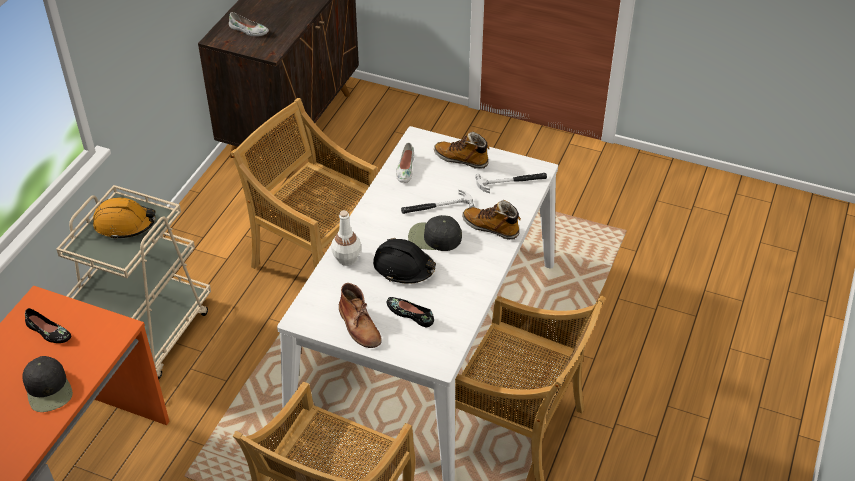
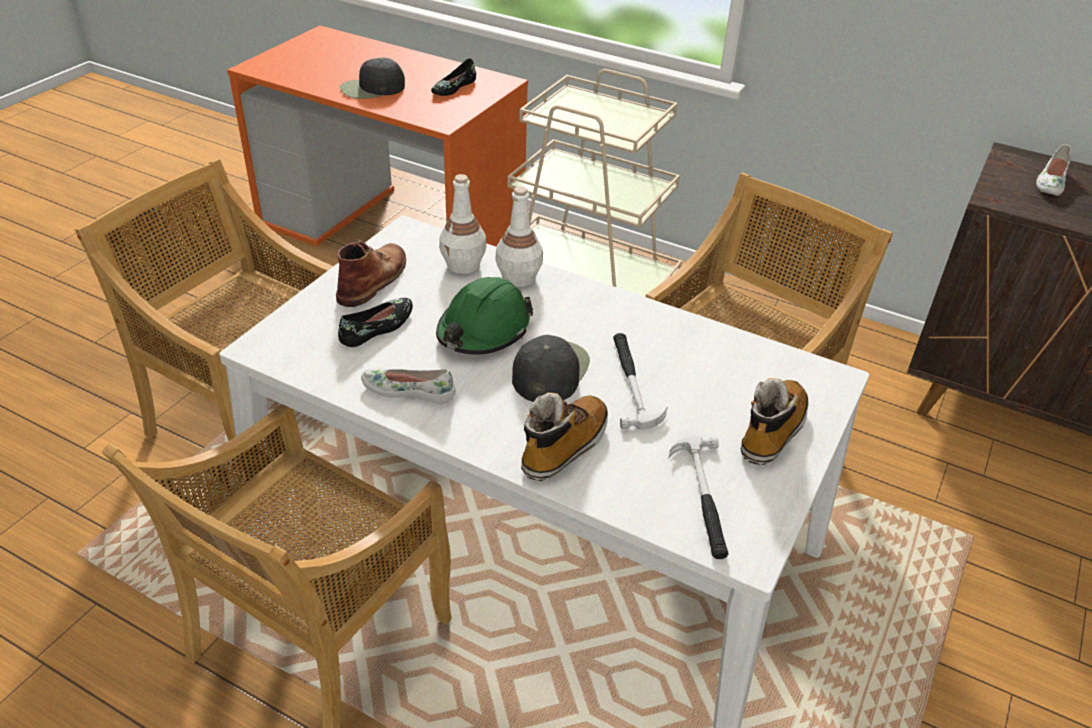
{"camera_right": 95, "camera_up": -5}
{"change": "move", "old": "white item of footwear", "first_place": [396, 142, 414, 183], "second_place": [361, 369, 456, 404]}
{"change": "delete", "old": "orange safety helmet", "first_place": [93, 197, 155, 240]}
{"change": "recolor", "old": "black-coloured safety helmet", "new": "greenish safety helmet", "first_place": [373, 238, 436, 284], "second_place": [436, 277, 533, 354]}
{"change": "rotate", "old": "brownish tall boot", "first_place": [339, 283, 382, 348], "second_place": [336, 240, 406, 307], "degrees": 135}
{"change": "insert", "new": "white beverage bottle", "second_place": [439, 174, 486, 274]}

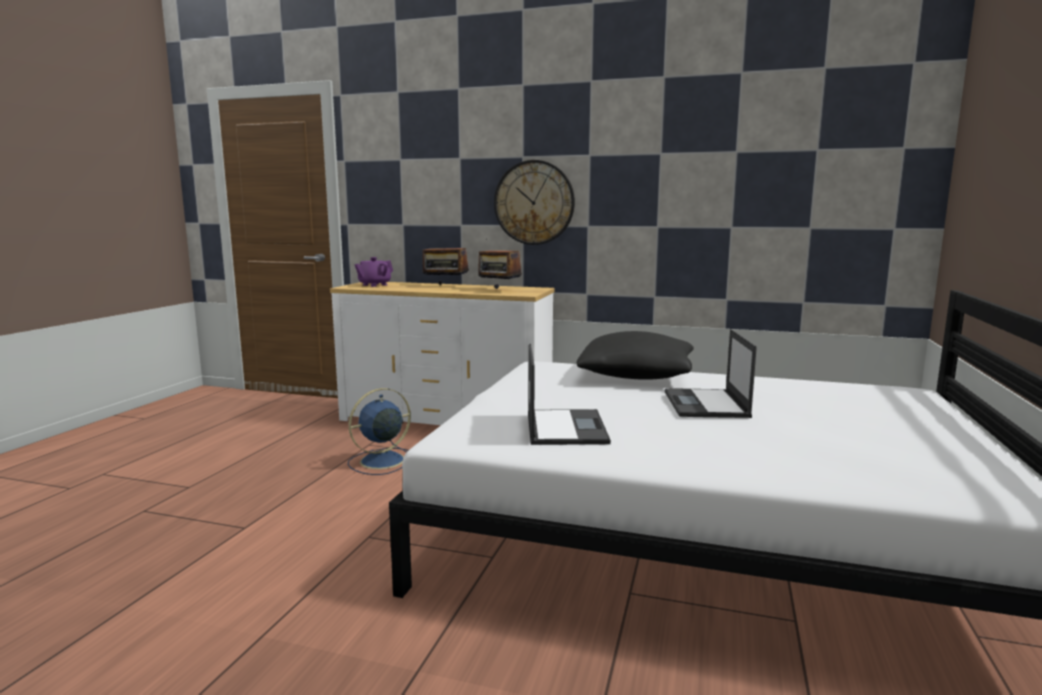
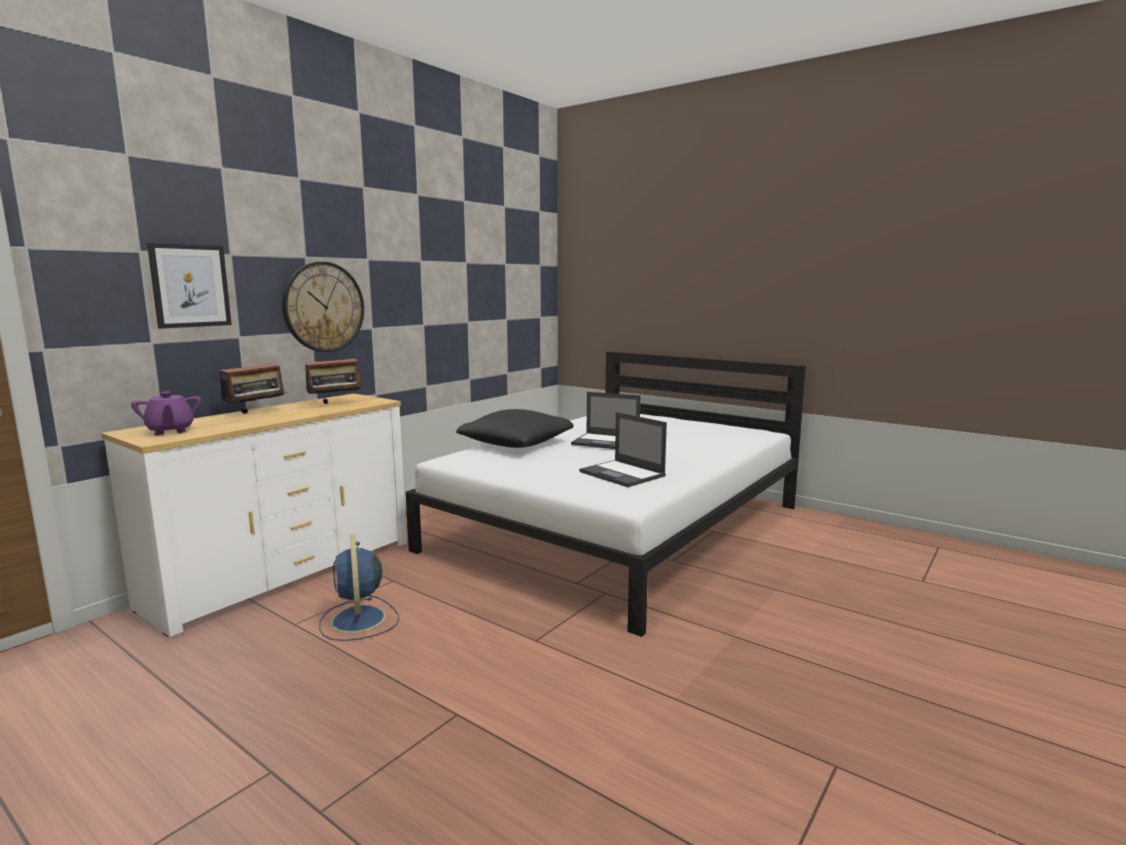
{"camera_right": -70, "camera_up": 0}
{"change": "rotate", "old": "portable computer", "first_place": [528, 344, 611, 445], "second_place": [579, 412, 667, 487], "degrees": -150}
{"change": "insert", "new": "wall picture", "second_place": [147, 243, 232, 329]}

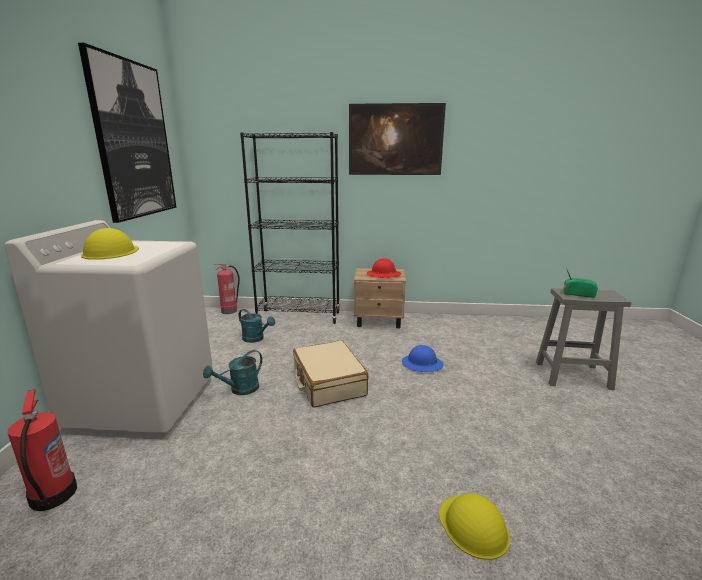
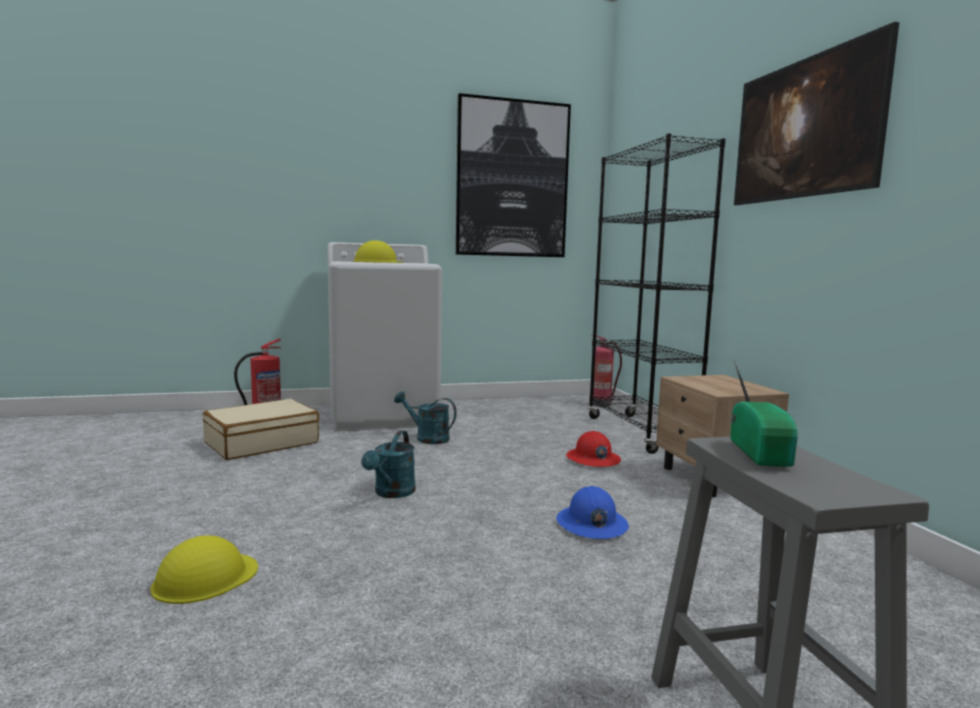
{"camera_right": 70, "camera_up": -10}
{"change": "move", "old": "reddish safety helmet", "first_place": [367, 258, 401, 278], "second_place": [566, 431, 621, 467]}
{"change": "move", "old": "turquoise sprinkling can", "first_place": [239, 309, 275, 343], "second_place": [361, 431, 416, 498]}
{"change": "move", "old": "beige-coloured travel case", "first_place": [293, 340, 369, 408], "second_place": [203, 399, 319, 460]}

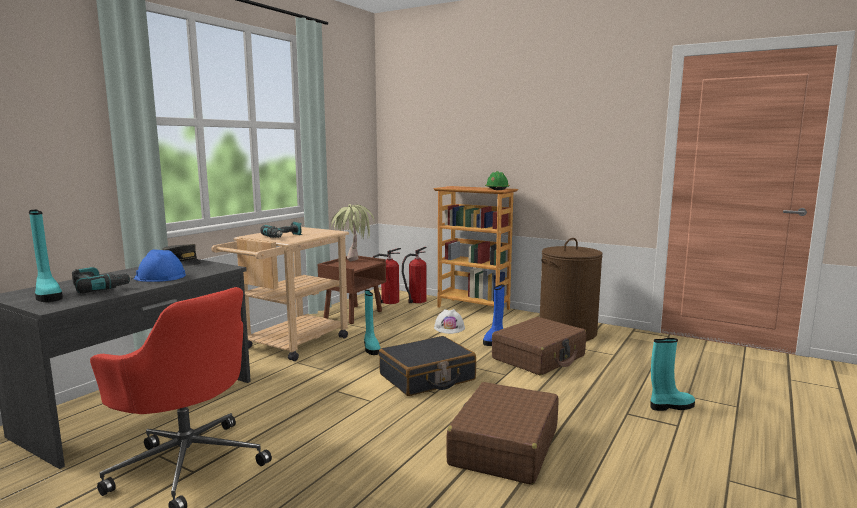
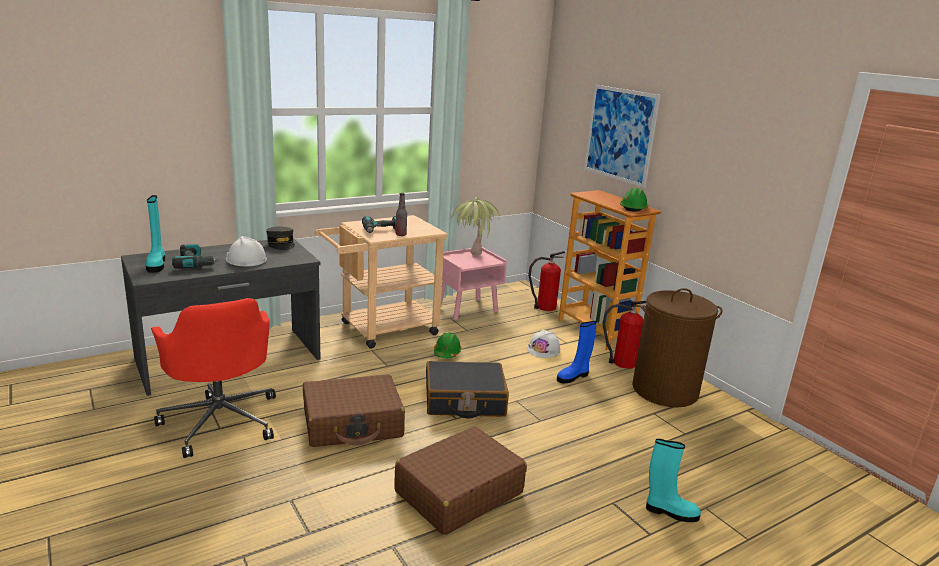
{"camera_right": 25, "camera_up": 10}
{"change": "move", "old": "fire-fighting cylinder", "first_place": [372, 248, 401, 304], "second_place": [602, 301, 646, 369]}
{"change": "recolor", "old": "blue-coloured safety helmet", "new": "white safety helmet", "first_place": [134, 250, 186, 282], "second_place": [225, 236, 267, 266]}
{"change": "recolor", "old": "brownish bedside table", "new": "pink-coloured bedside table", "first_place": [318, 256, 386, 324], "second_place": [441, 247, 507, 320]}
{"change": "replace", "old": "turquoise tall boot", "new": "greenish safety helmet", "first_place": [364, 290, 381, 355], "second_place": [434, 332, 462, 358]}
{"change": "move", "old": "brownish travel case", "first_place": [492, 317, 586, 375], "second_place": [303, 374, 405, 447]}
{"change": "insert", "new": "wall picture", "second_place": [584, 85, 660, 188]}
{"change": "insert", "new": "beverage bottle", "second_place": [396, 193, 407, 236]}

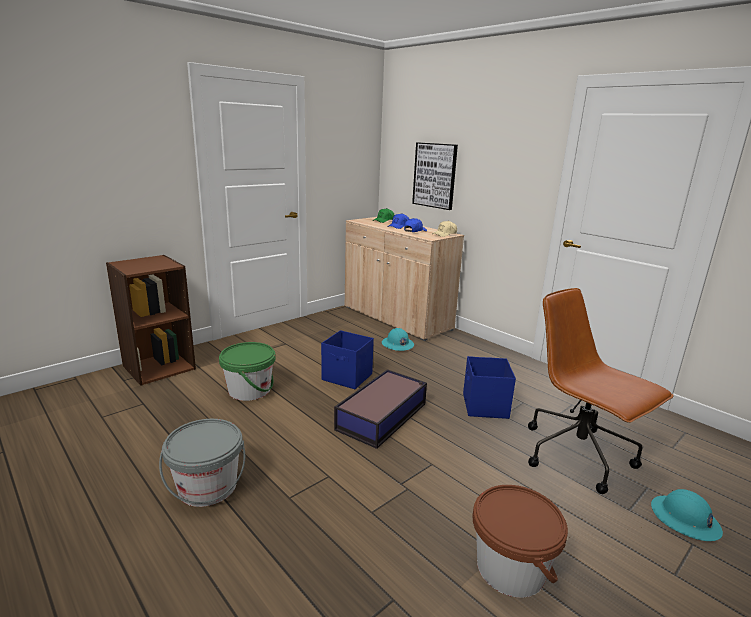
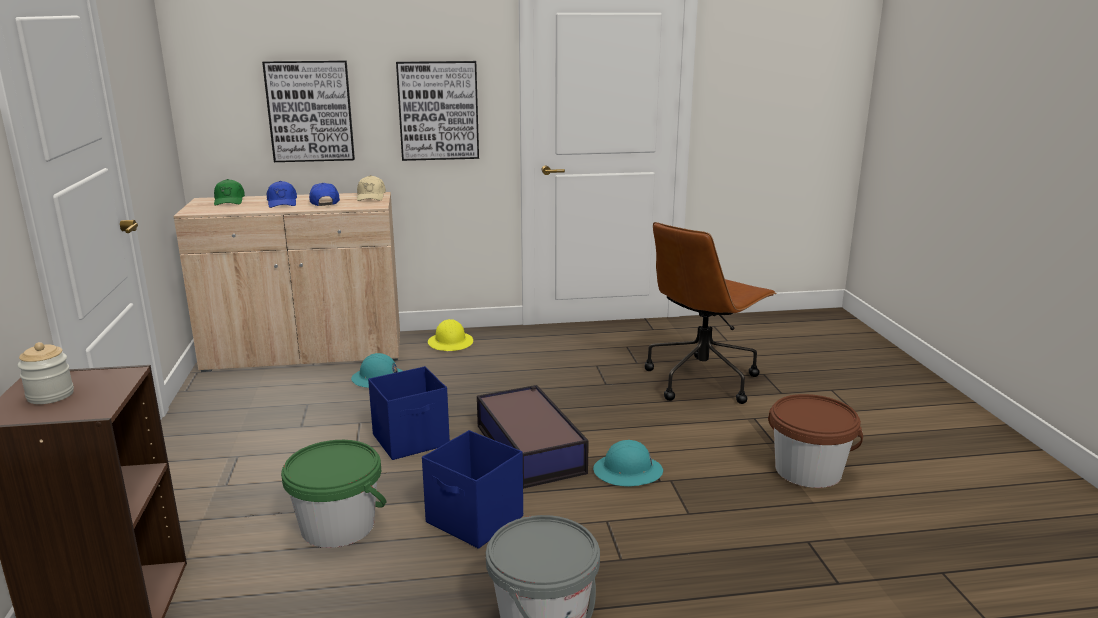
{"camera_right": -55, "camera_up": 0}
{"change": "rotate", "old": "brownish office chair", "first_place": [528, 288, 674, 494], "second_place": [645, 222, 776, 404], "degrees": -45}
{"change": "move", "old": "blue-coloured storage bin", "first_place": [463, 356, 516, 419], "second_place": [422, 430, 523, 549]}
{"change": "move", "old": "turquoise safety helmet", "first_place": [651, 489, 723, 541], "second_place": [593, 440, 663, 486]}
{"change": "insert", "new": "wall picture", "second_place": [396, 61, 479, 161]}
{"change": "insert", "new": "yellow safety helmet", "second_place": [428, 319, 473, 351]}
{"change": "insert", "new": "storage jar", "second_place": [18, 342, 74, 404]}

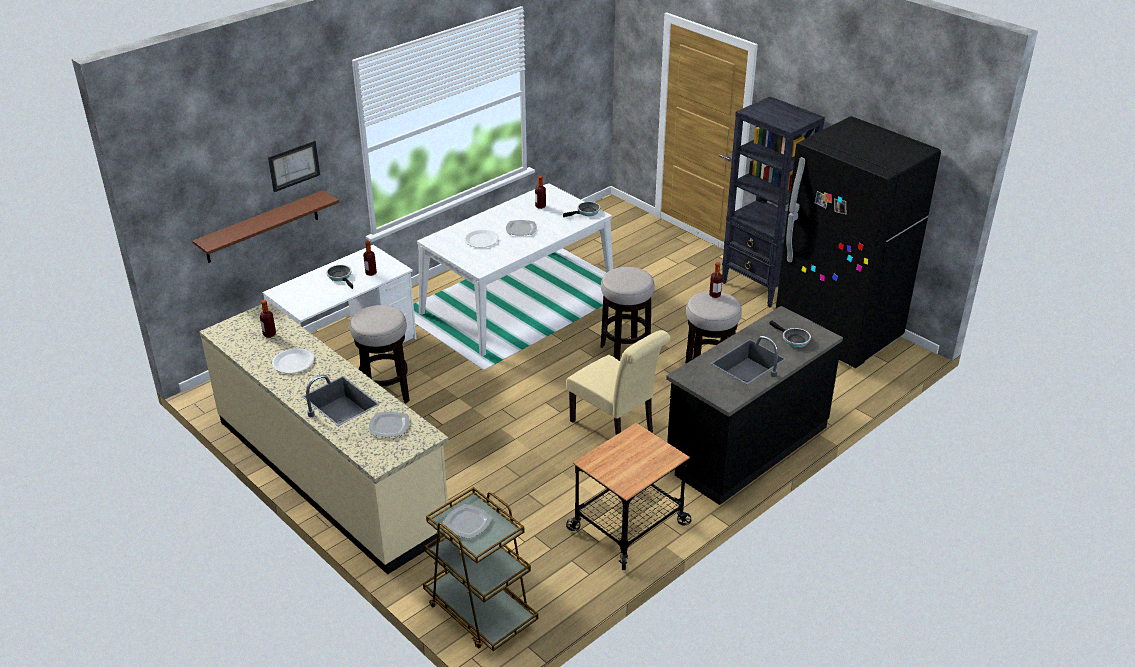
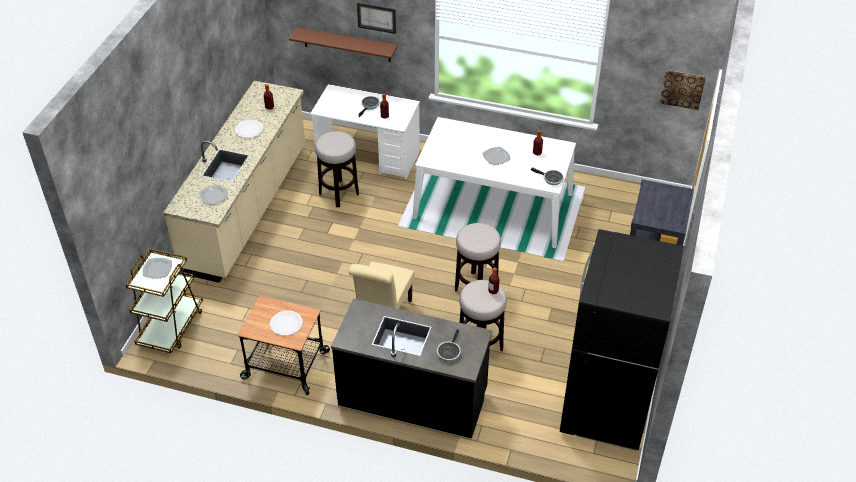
{"camera_right": 60, "camera_up": 10}
{"change": "move", "old": "white dinner plate", "first_place": [464, 230, 499, 248], "second_place": [270, 311, 303, 336]}
{"change": "insert", "new": "wall picture", "second_place": [660, 70, 706, 110]}

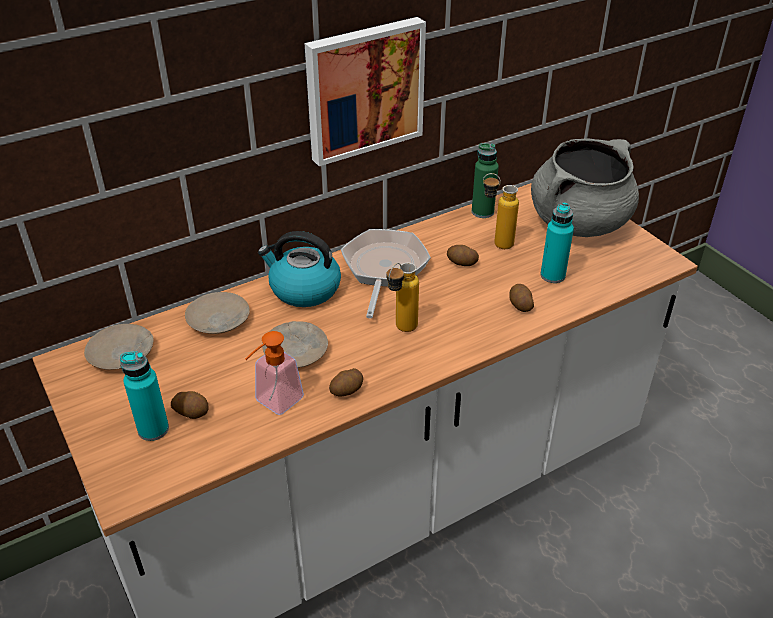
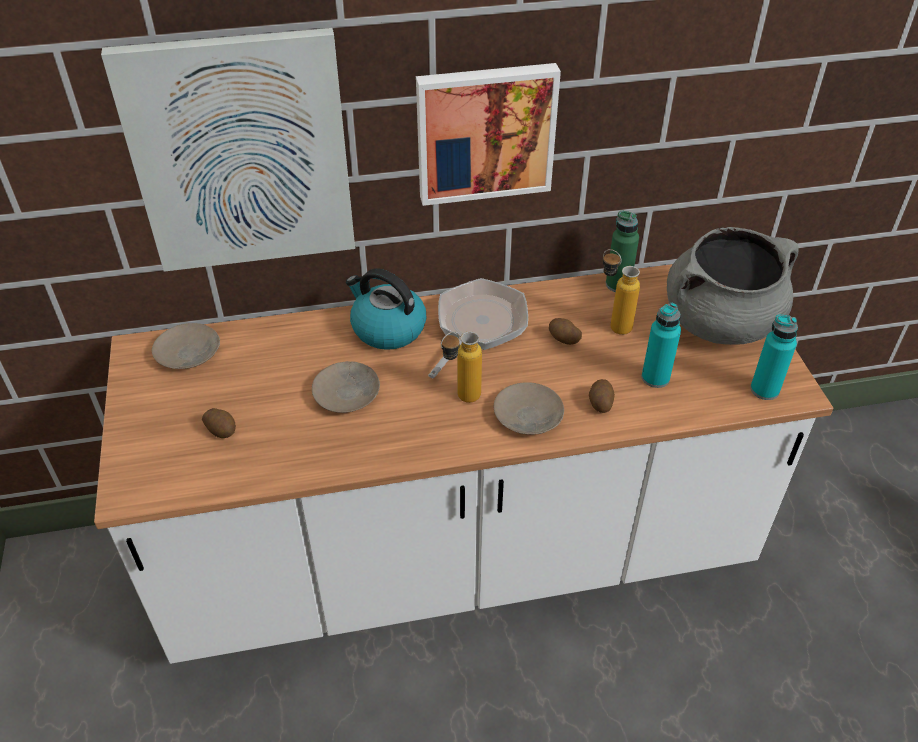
{"camera_right": 20, "camera_up": 5}
{"change": "move", "old": "beige-coloured dinner plate", "first_place": [185, 292, 249, 334], "second_place": [494, 382, 564, 435]}
{"change": "delete", "old": "soap dispenser", "first_place": [245, 331, 304, 415]}
{"change": "move", "old": "turquoise beverage bottle", "first_place": [120, 351, 169, 441], "second_place": [750, 315, 798, 400]}
{"change": "delete", "old": "spud", "first_place": [329, 368, 363, 397]}
{"change": "insert", "new": "wall picture", "second_place": [101, 28, 355, 272]}

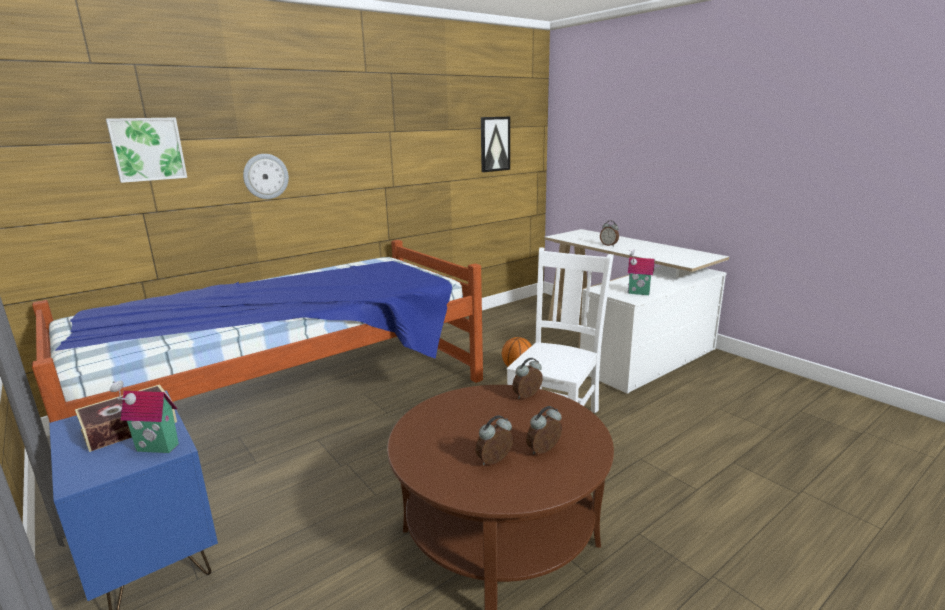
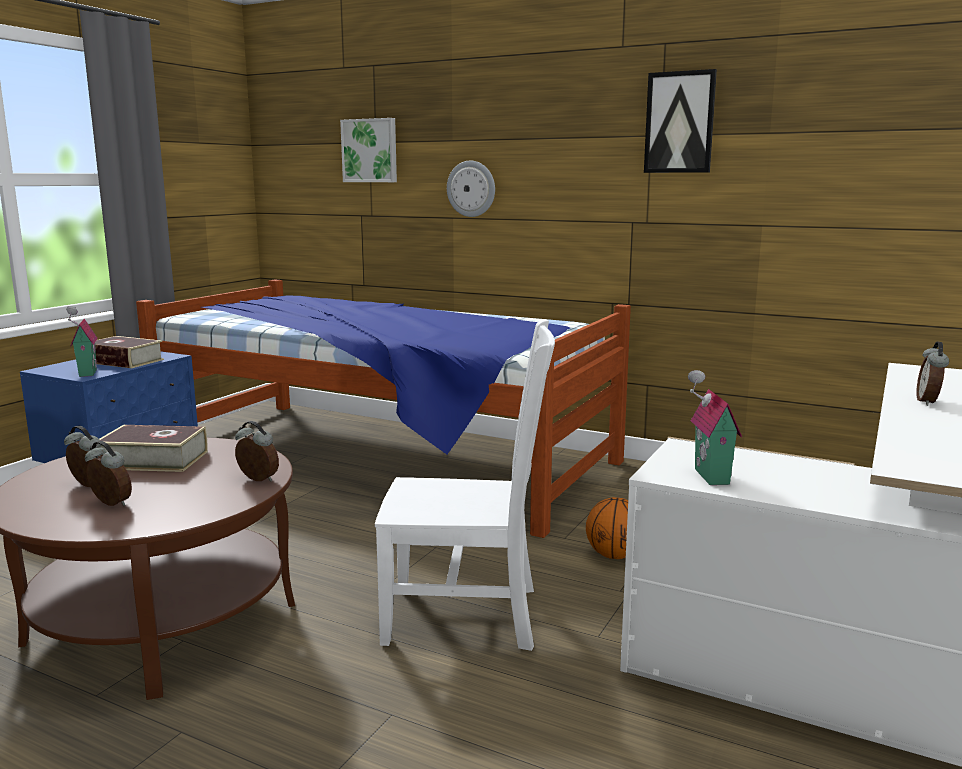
{"camera_right": 65, "camera_up": -5}
{"change": "move", "old": "wall picture", "first_place": [481, 117, 510, 172], "second_place": [644, 69, 717, 173]}
{"change": "insert", "new": "volume", "second_place": [99, 425, 208, 472]}

